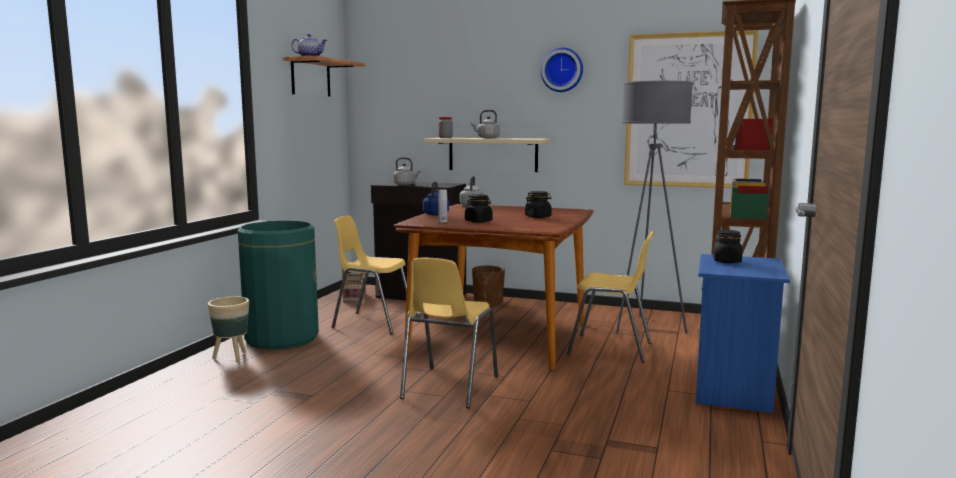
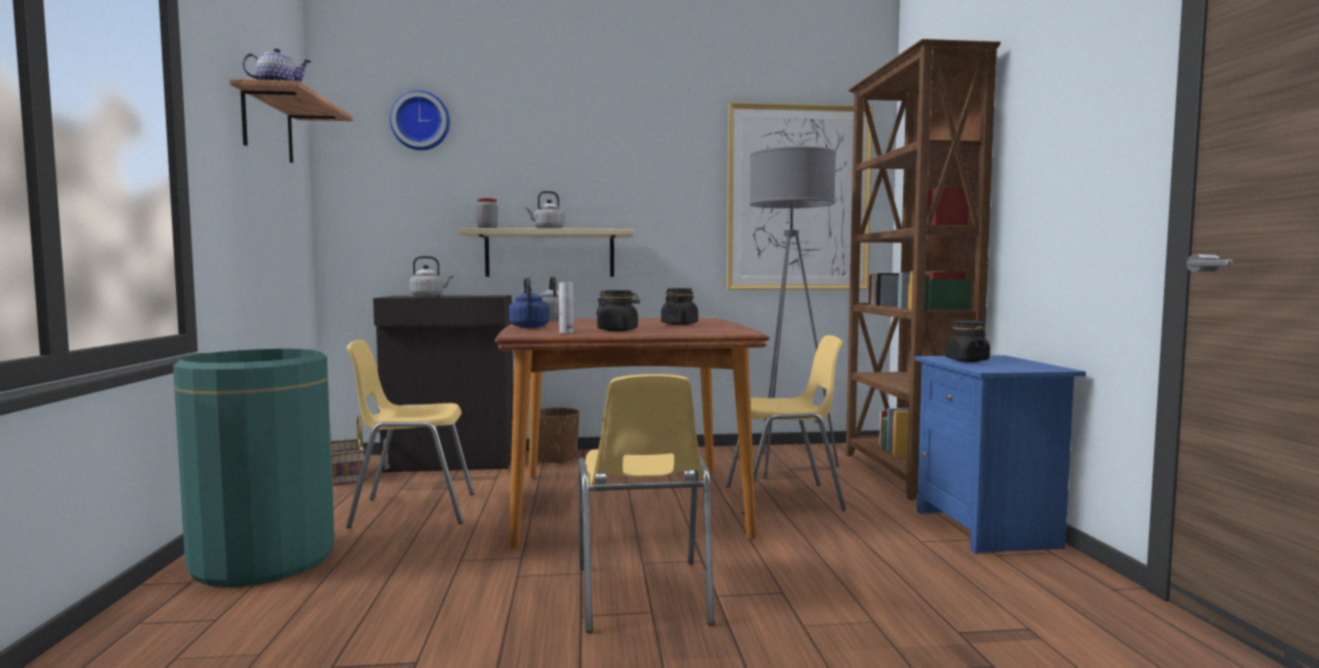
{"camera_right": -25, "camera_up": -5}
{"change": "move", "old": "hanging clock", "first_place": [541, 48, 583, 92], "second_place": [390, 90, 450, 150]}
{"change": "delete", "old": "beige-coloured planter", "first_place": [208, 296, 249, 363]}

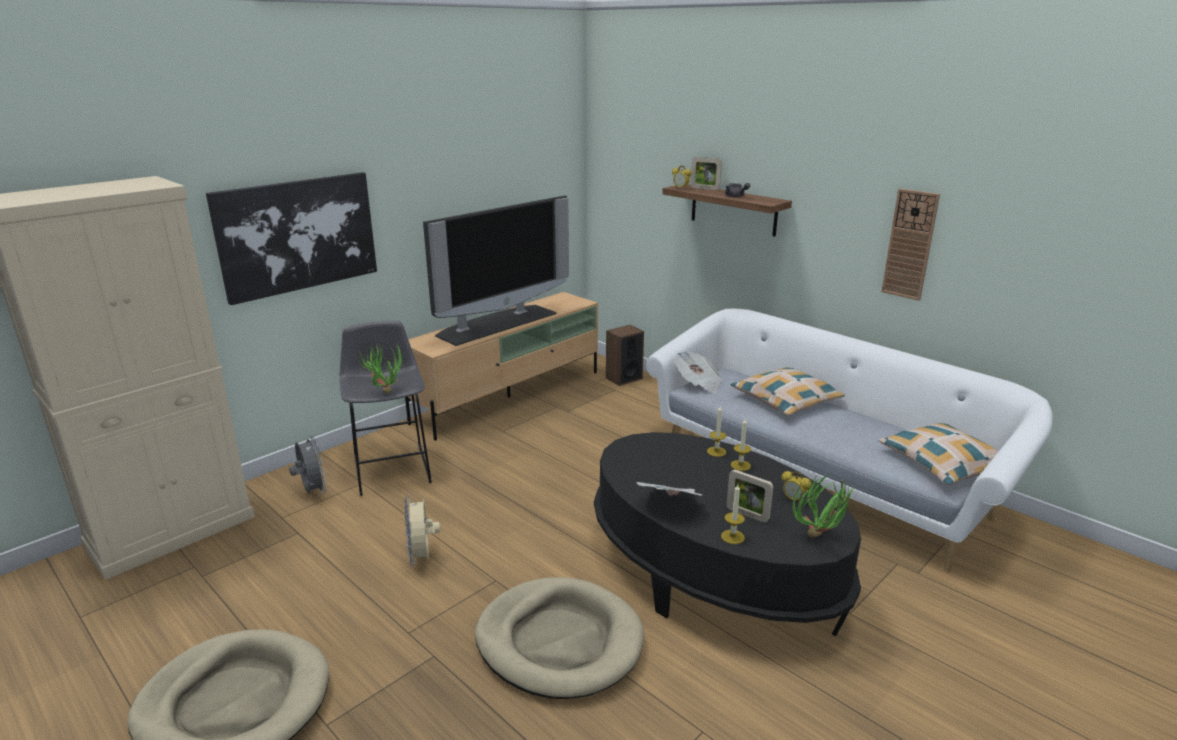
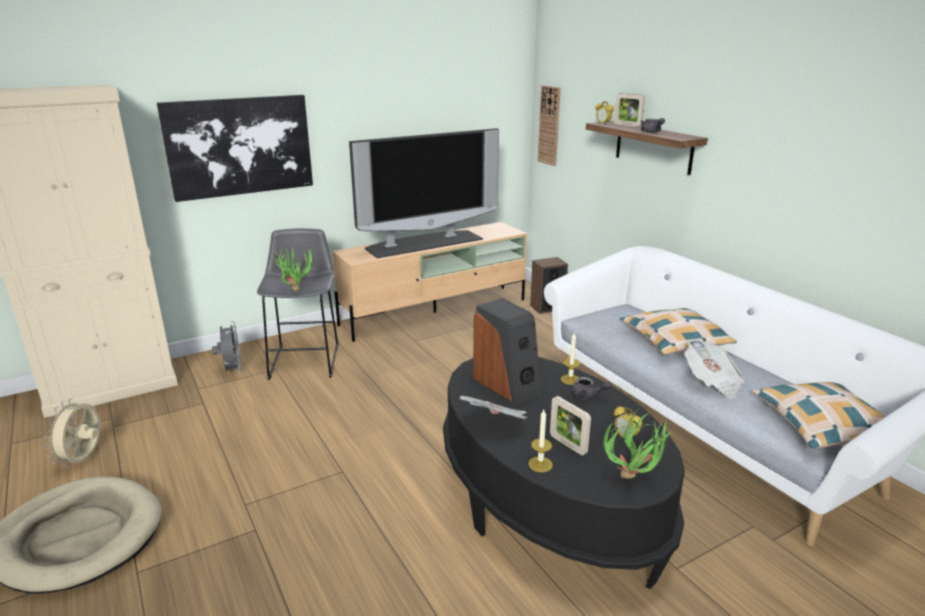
{"camera_right": 15, "camera_up": 0}
{"change": "move", "old": "hanging clock", "first_place": [881, 189, 940, 301], "second_place": [538, 85, 561, 166]}
{"change": "move", "old": "printed paper", "first_place": [674, 352, 723, 393], "second_place": [684, 339, 745, 399]}
{"change": "replace", "old": "wax candle", "new": "grey tea pot", "first_place": [731, 419, 751, 471], "second_place": [571, 377, 612, 399]}
{"change": "move", "old": "beige-coloured cooling fan", "first_place": [405, 495, 440, 566], "second_place": [44, 399, 100, 466]}
{"change": "delete", "old": "beige-coloured dog bed", "first_place": [475, 577, 644, 699]}
{"change": "insert", "new": "loudspeaker", "second_place": [473, 298, 541, 404]}

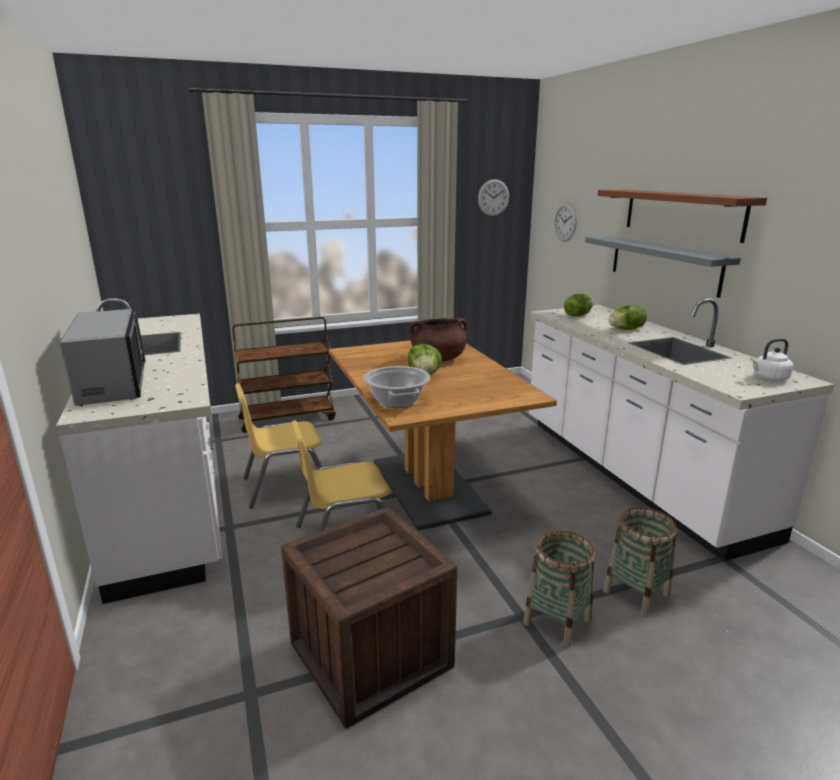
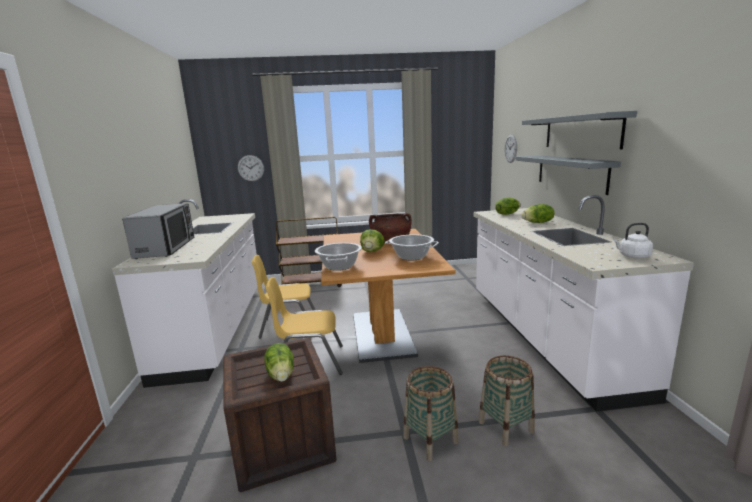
{"camera_right": 15, "camera_up": -5}
{"change": "move", "old": "hanging clock", "first_place": [478, 179, 509, 216], "second_place": [238, 155, 264, 181]}
{"change": "recolor", "old": "brownish bracket shelf", "new": "grey bracket shelf", "first_place": [598, 190, 767, 243], "second_place": [522, 111, 637, 149]}
{"change": "insert", "new": "stockpot", "second_place": [385, 234, 439, 260]}
{"change": "insert", "new": "head of lettuce", "second_place": [264, 343, 294, 382]}

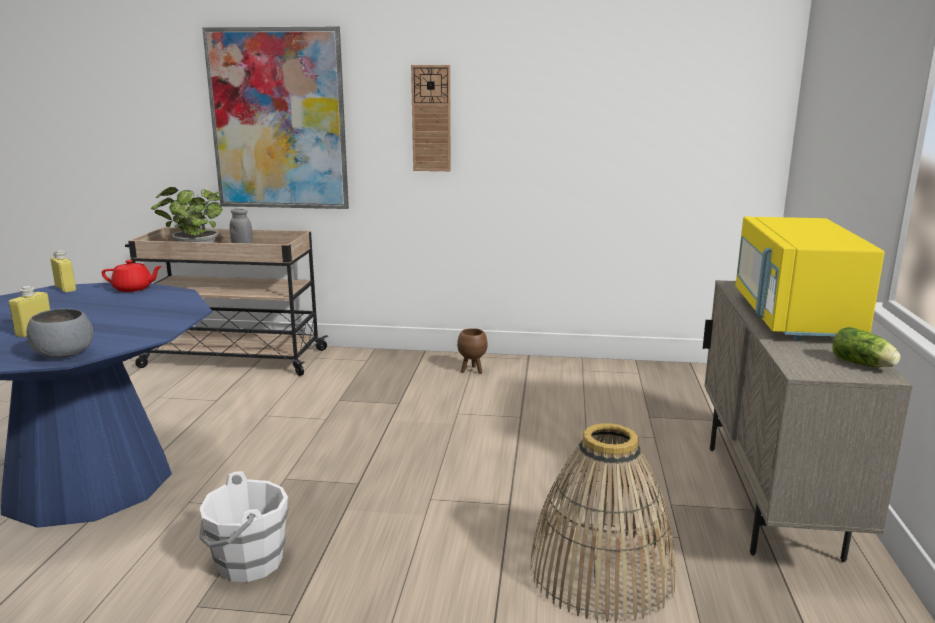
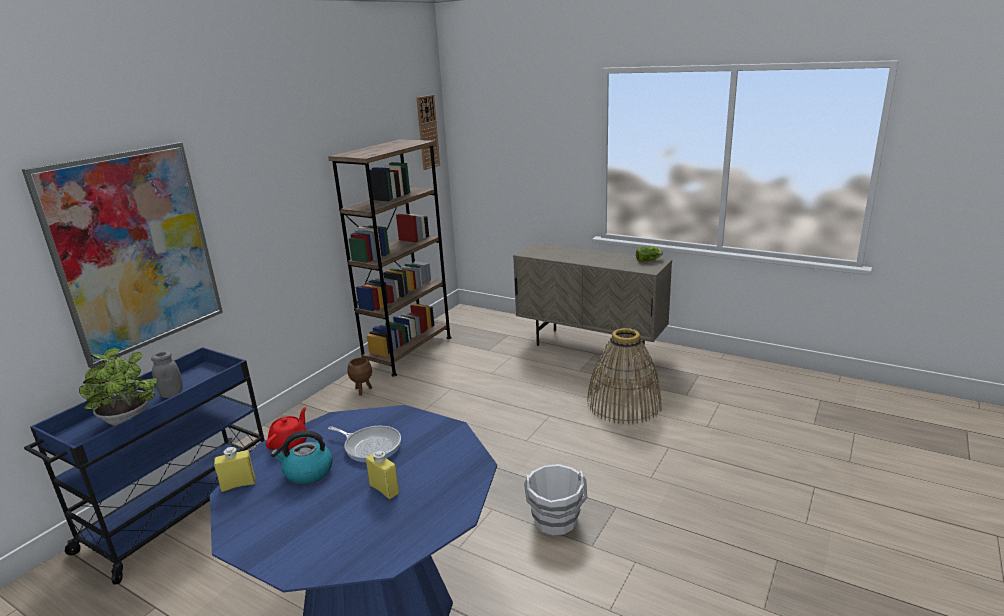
{"camera_right": -65, "camera_up": 5}
{"change": "move", "old": "hanging clock", "first_place": [411, 65, 451, 171], "second_place": [416, 95, 440, 170]}
{"change": "delete", "old": "yellow microwave", "first_place": [735, 217, 885, 341]}
{"change": "recolor", "old": "beige-coloured trolley", "new": "blue-coloured trolley", "first_place": [125, 227, 329, 376], "second_place": [24, 347, 265, 585]}
{"change": "delete", "old": "grey bowl", "first_place": [26, 309, 93, 358]}
{"change": "insert", "new": "brownish bookshelf", "second_place": [328, 139, 451, 376]}
{"change": "insert", "new": "pan", "second_place": [328, 426, 401, 462]}
{"change": "insert", "new": "kettle", "second_place": [271, 430, 333, 484]}

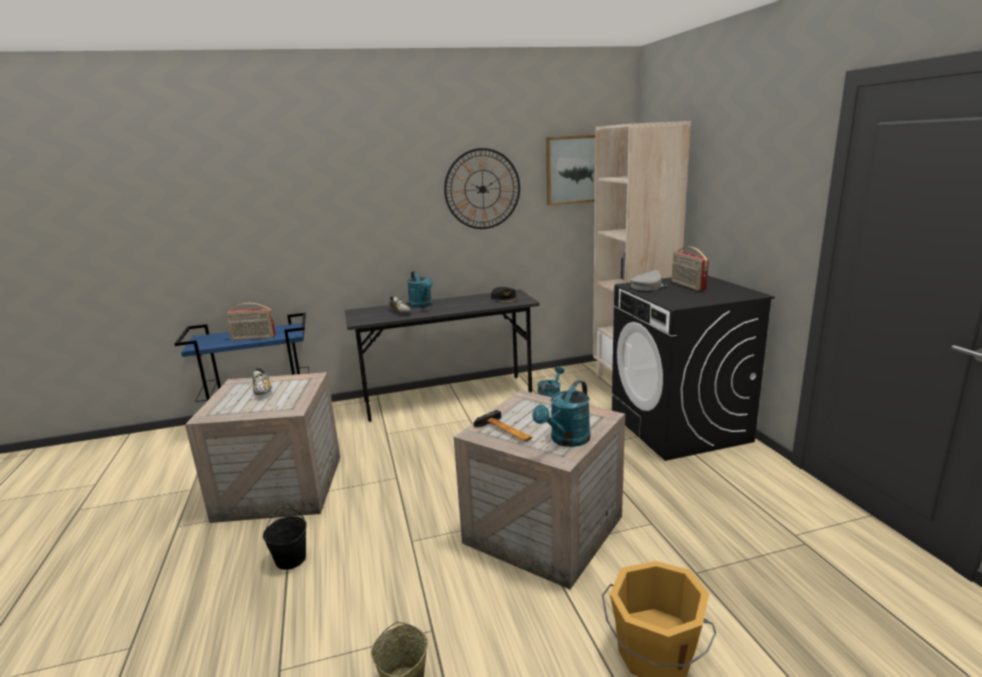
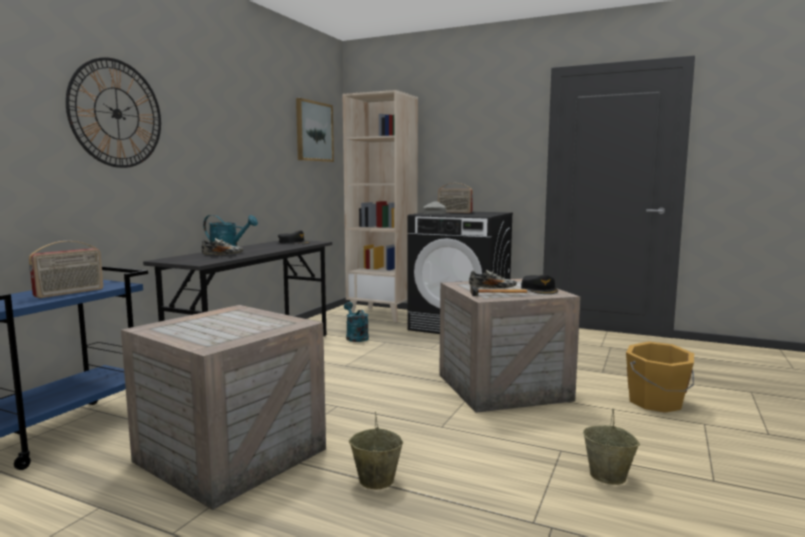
{"camera_right": -50, "camera_up": -10}
{"change": "move", "old": "hanging clock", "first_place": [444, 148, 520, 229], "second_place": [66, 57, 161, 168]}
{"change": "move", "old": "item of footwear", "first_place": [252, 367, 272, 395], "second_place": [469, 270, 517, 289]}
{"change": "replace", "old": "turquoise sprinkling can", "new": "black-coloured peaked cap", "first_place": [532, 380, 591, 447], "second_place": [521, 275, 558, 294]}
{"change": "recolor", "old": "black-coloured bucket", "new": "beige-coloured bucket", "first_place": [263, 507, 307, 570], "second_place": [349, 412, 403, 489]}

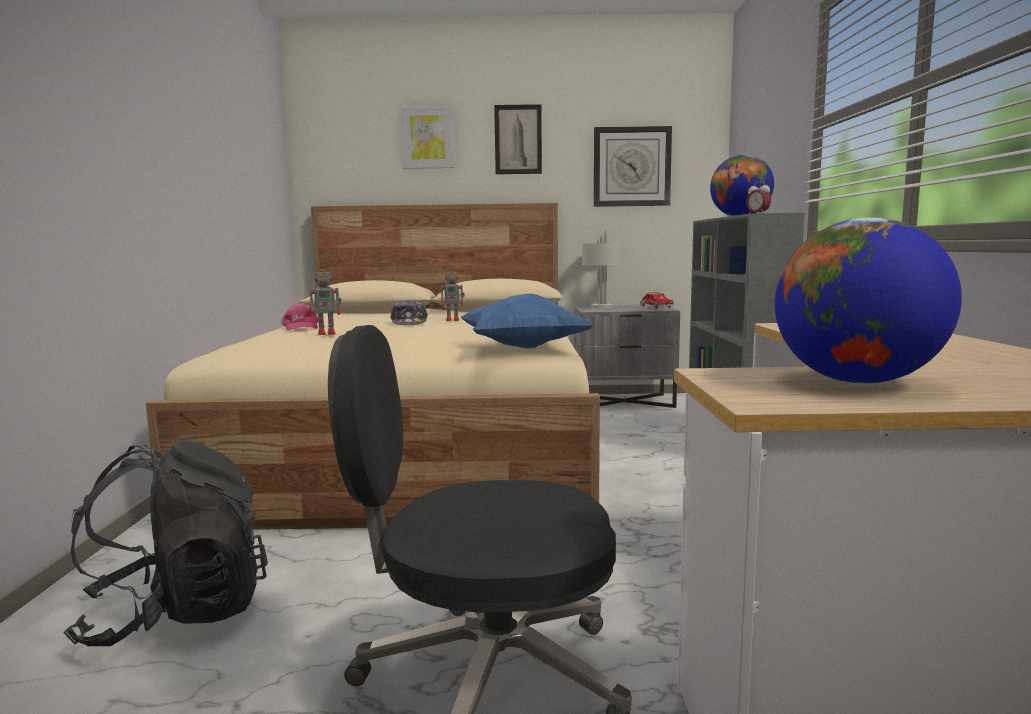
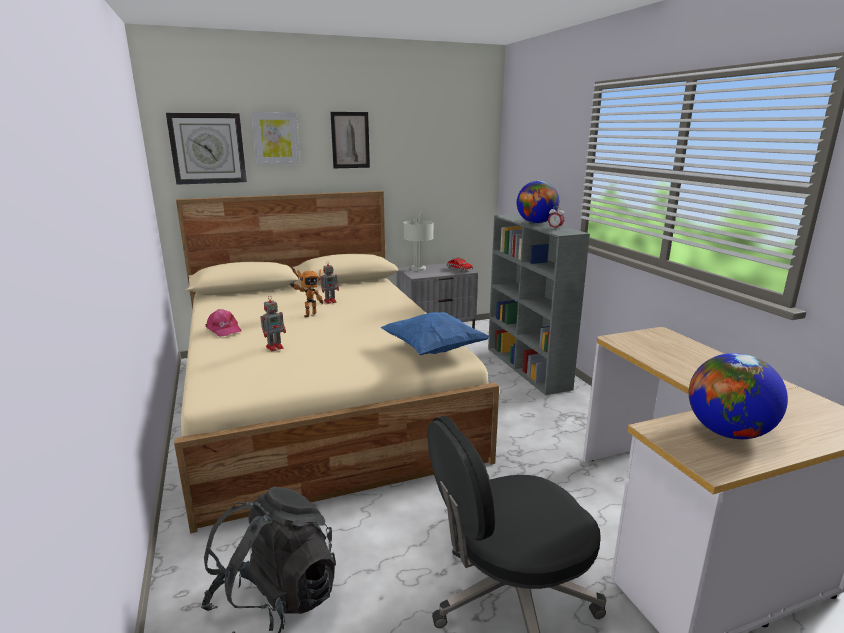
{"camera_right": -20, "camera_up": 10}
{"change": "move", "old": "hanging clock", "first_place": [594, 126, 672, 207], "second_place": [166, 113, 247, 185]}
{"change": "replace", "old": "peaked cap", "new": "robot figure", "first_place": [390, 300, 428, 325], "second_place": [290, 270, 323, 317]}

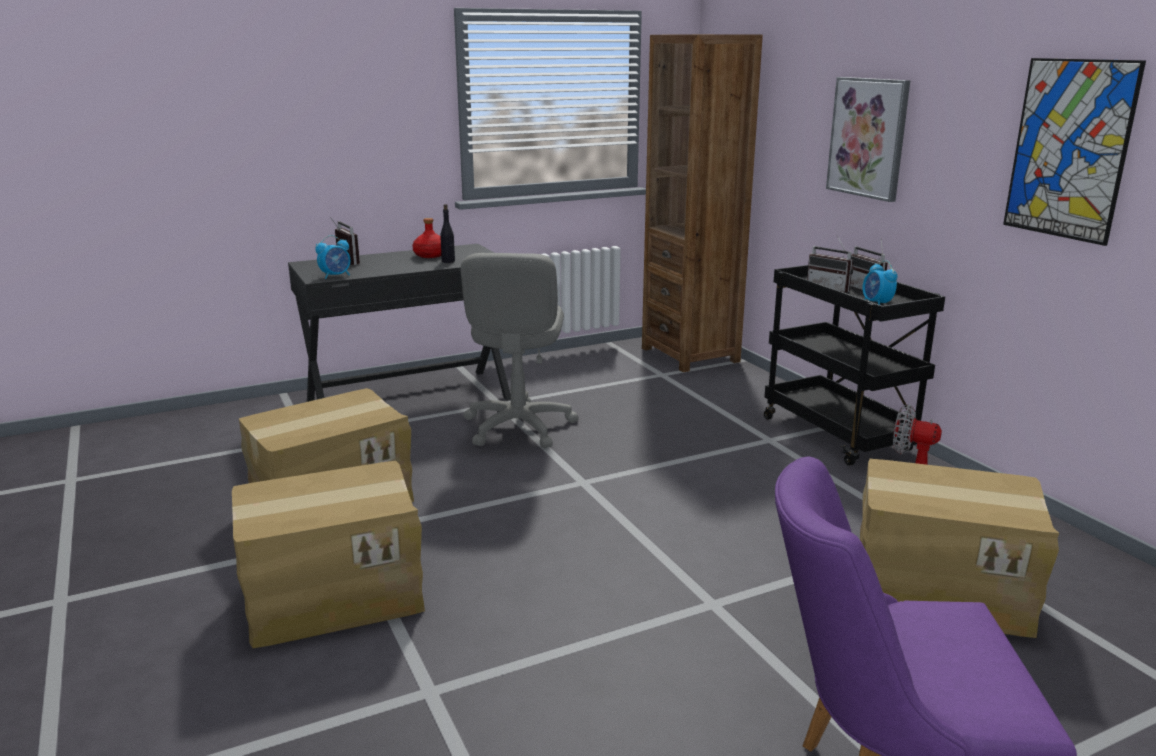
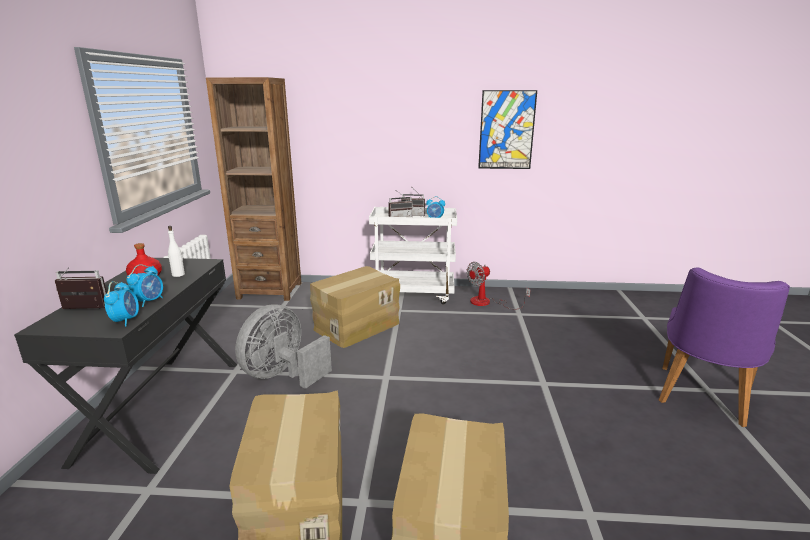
{"camera_right": -60, "camera_up": 0}
{"change": "delete", "old": "wall picture", "first_place": [826, 77, 910, 202]}
{"change": "recolor", "old": "black-coloured beverage bottle", "new": "white beverage bottle", "first_place": [440, 204, 455, 263], "second_place": [168, 226, 185, 277]}
{"change": "replace", "old": "grey office chair", "new": "grey cooling fan", "first_place": [461, 253, 579, 448], "second_place": [235, 304, 332, 389]}
{"change": "recolor", "old": "black-coloured trolley", "new": "white trolley", "first_place": [764, 265, 945, 466], "second_place": [369, 207, 457, 304]}
{"change": "move", "old": "packing box", "first_place": [860, 459, 1059, 638], "second_place": [310, 266, 400, 348]}
{"change": "insert", "new": "bedside clock", "second_place": [126, 264, 163, 307]}

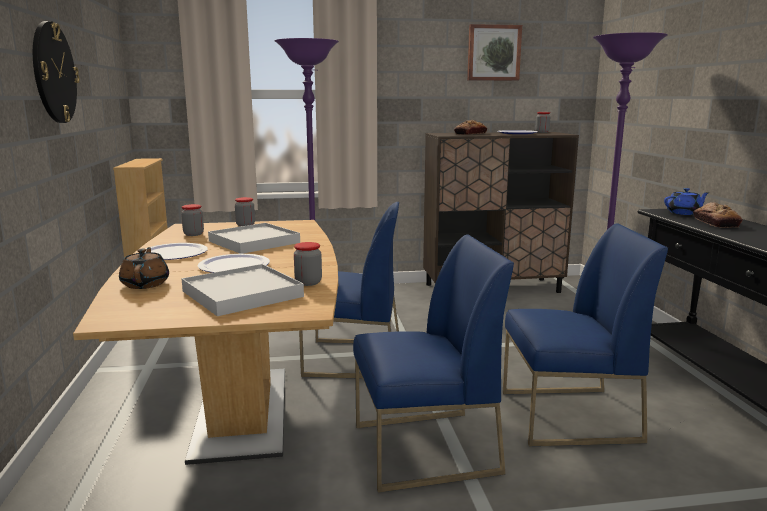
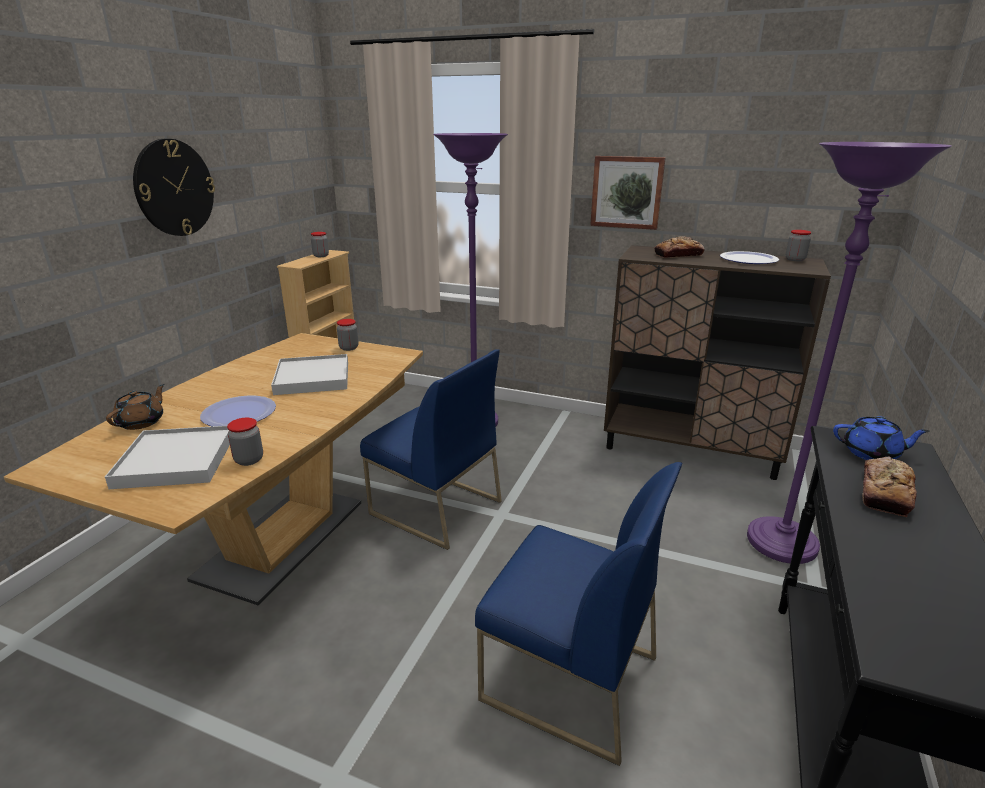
{"camera_right": 30, "camera_up": 10}
{"change": "move", "old": "wall picture", "first_place": [467, 24, 522, 81], "second_place": [590, 156, 666, 230]}
{"change": "move", "old": "storage jar", "first_place": [181, 204, 204, 236], "second_place": [311, 232, 329, 257]}
{"change": "delete", "old": "blue-coloured chair", "first_place": [353, 234, 514, 493]}
{"change": "delete", "old": "dinner plate", "first_place": [145, 243, 208, 260]}

